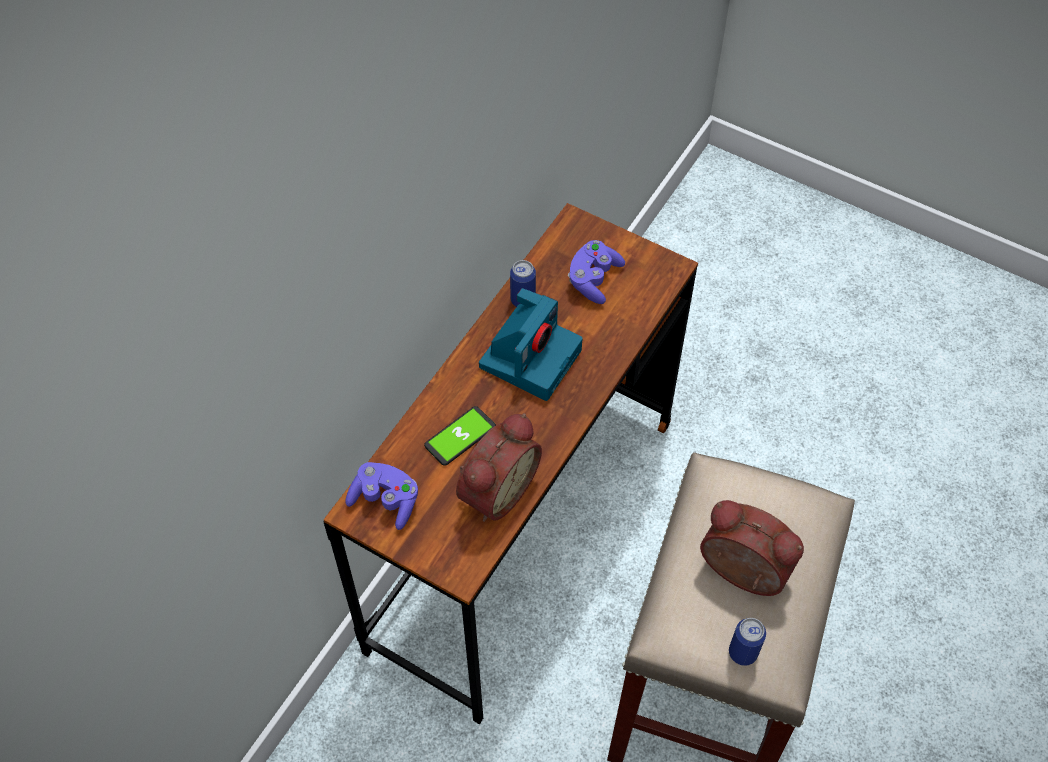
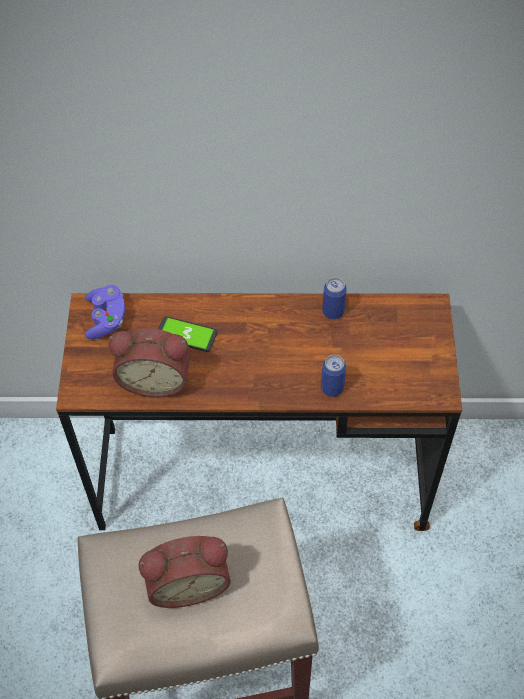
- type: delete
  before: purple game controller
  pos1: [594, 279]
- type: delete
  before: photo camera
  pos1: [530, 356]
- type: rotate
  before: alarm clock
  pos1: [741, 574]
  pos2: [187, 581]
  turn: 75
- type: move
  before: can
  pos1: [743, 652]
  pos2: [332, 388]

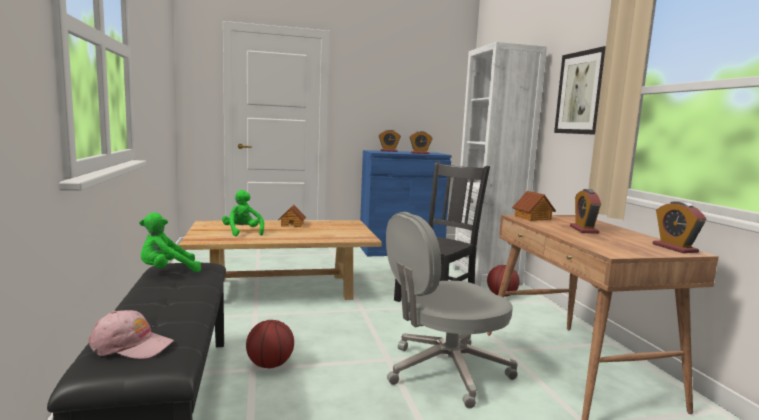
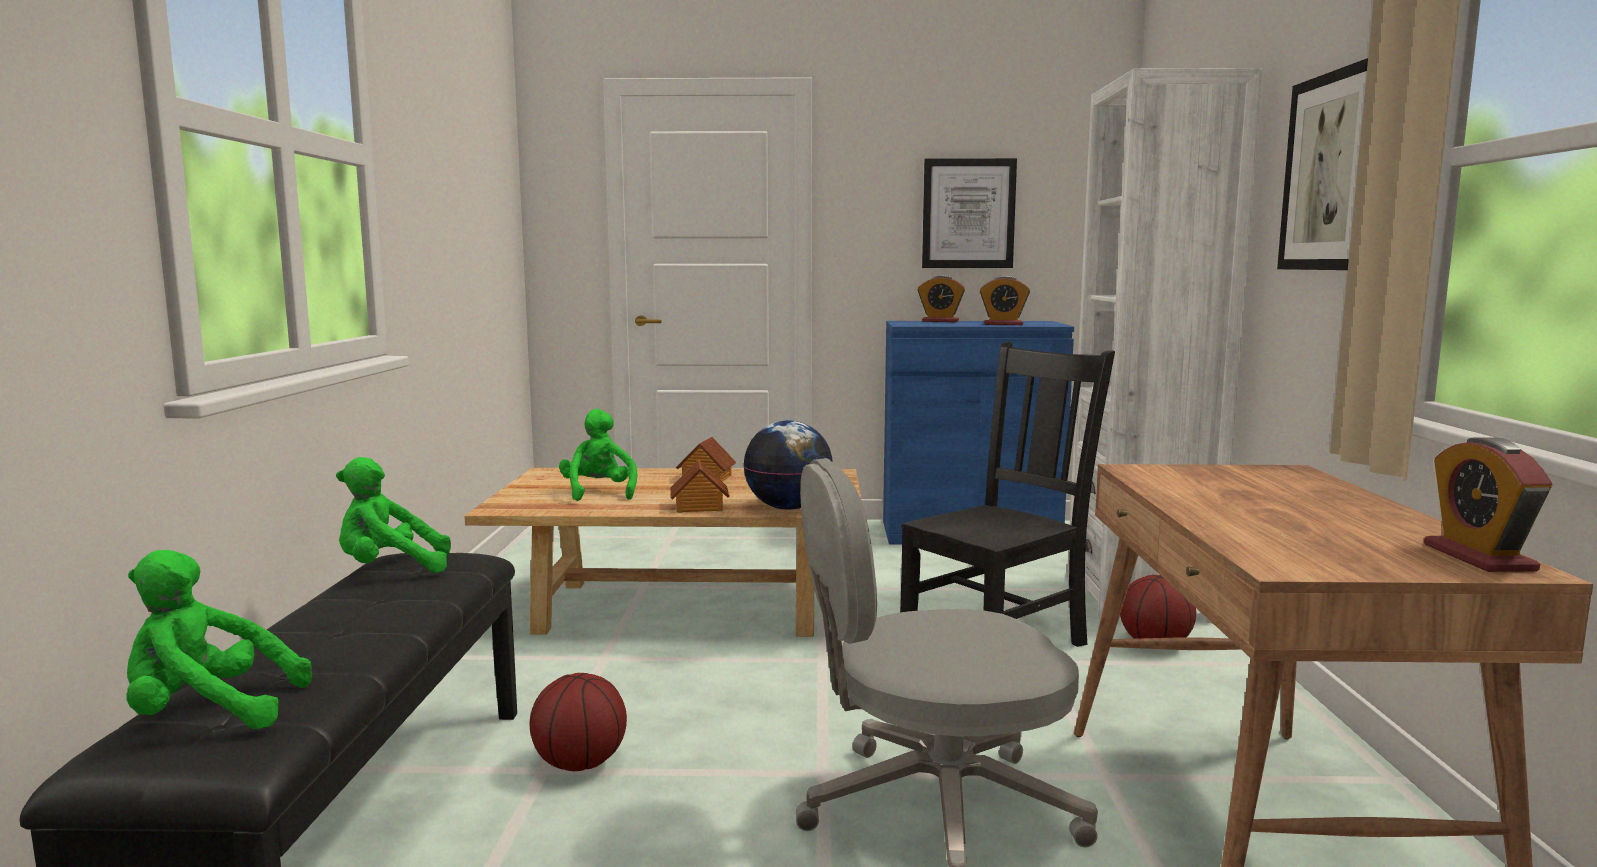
- type: delete
  before: alarm clock
  pos1: [583, 229]
- type: move
  before: toy house
  pos1: [533, 218]
  pos2: [699, 507]
- type: replace
  before: pink cap
  after: green plush toy
  pos1: [131, 345]
  pos2: [208, 714]
- type: insert
  after: picture
  pos2: [968, 213]
- type: insert
  after: globe
  pos2: [788, 508]

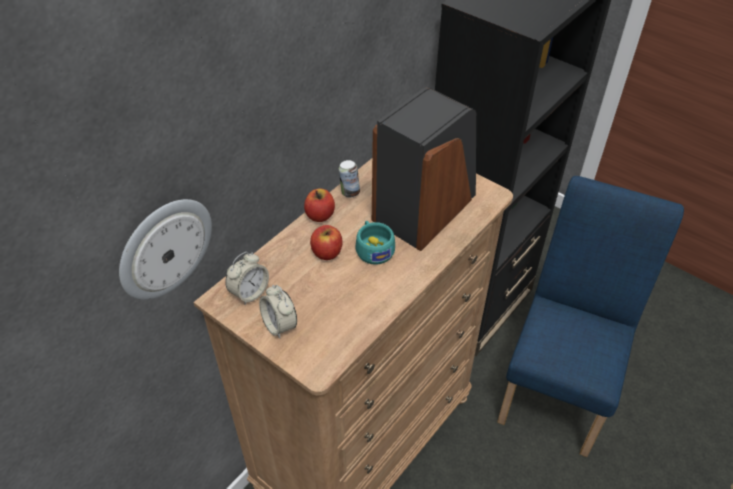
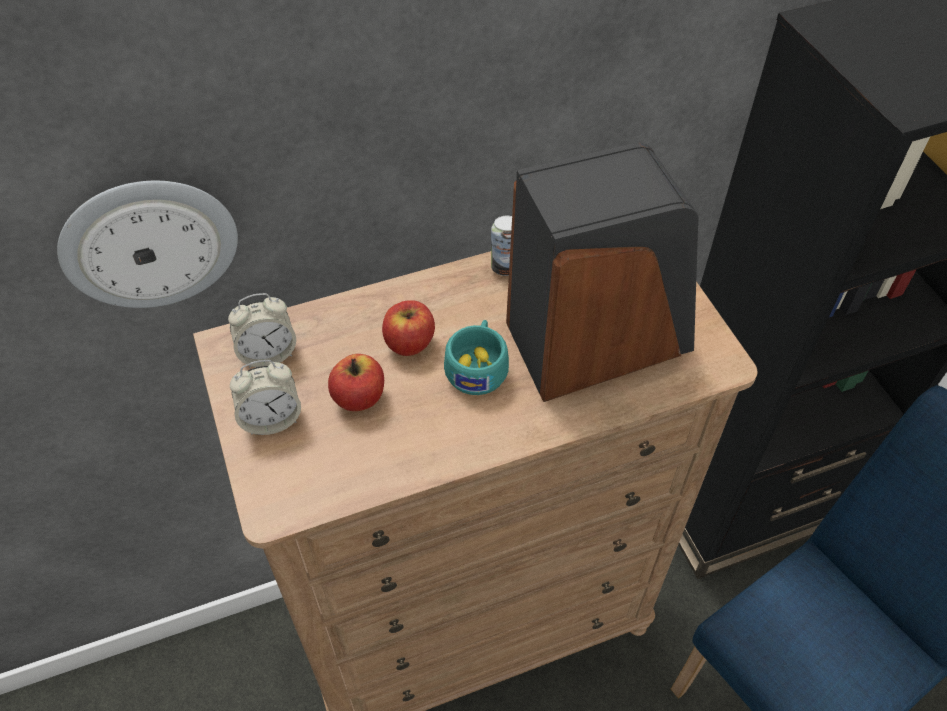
- type: move
  before: apple
  pos1: [320, 215]
  pos2: [359, 397]
- type: rotate
  before: alarm clock
  pos1: [280, 325]
  pos2: [271, 419]
  turn: -105

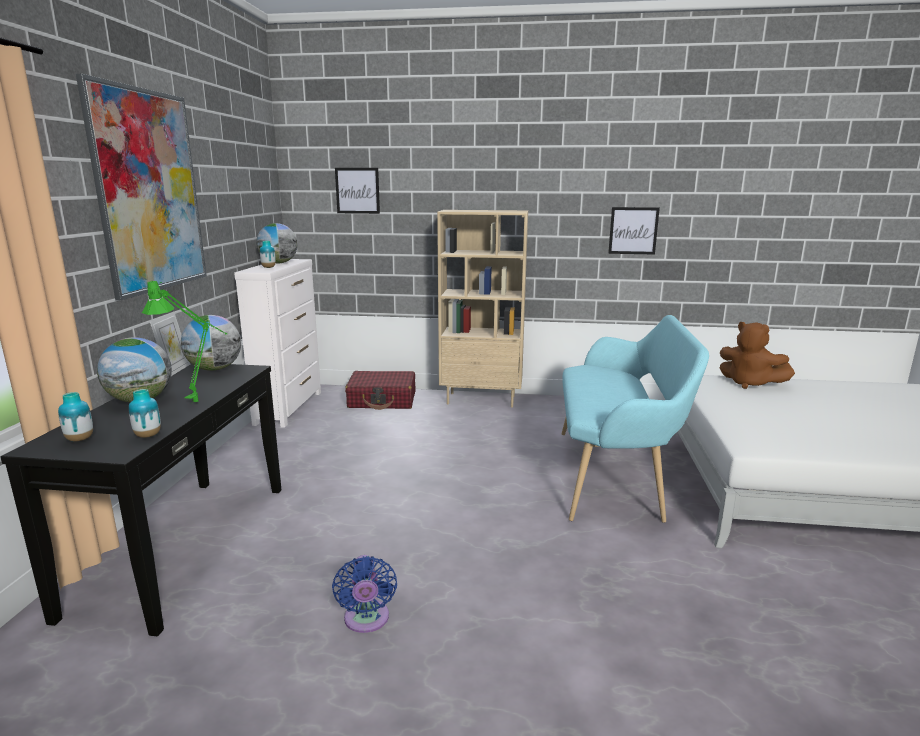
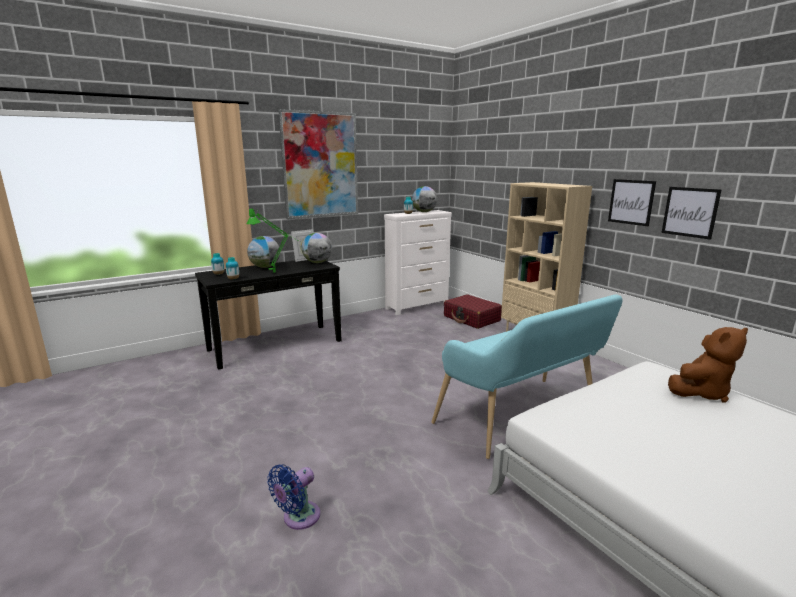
- type: move
  before: picture
  pos1: [357, 190]
  pos2: [631, 202]
- type: rotate
  before: brown plush toy
  pos1: [749, 383]
  pos2: [700, 392]
  turn: -120
- type: move
  before: blue fan
  pos1: [366, 620]
  pos2: [298, 518]

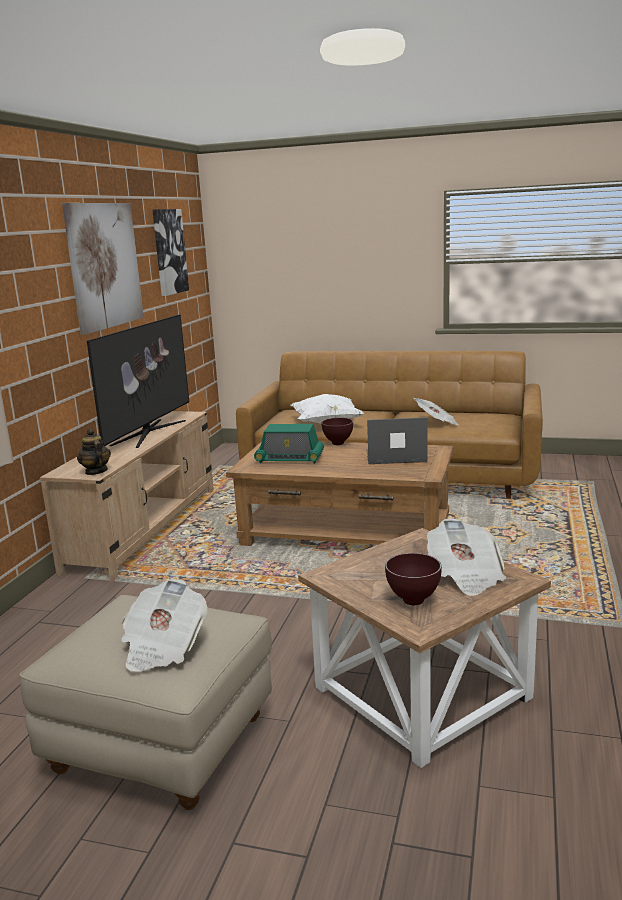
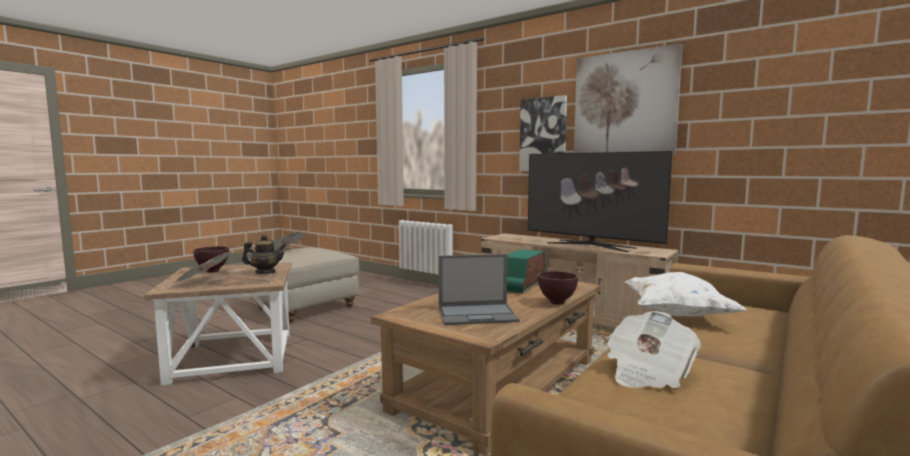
- type: move
  before: picture
  pos1: [169, 251]
  pos2: [543, 134]
- type: rotate
  before: laptop
  pos1: [395, 456]
  pos2: [478, 314]
  turn: 60
- type: move
  before: teapot
  pos1: [96, 471]
  pos2: [265, 272]

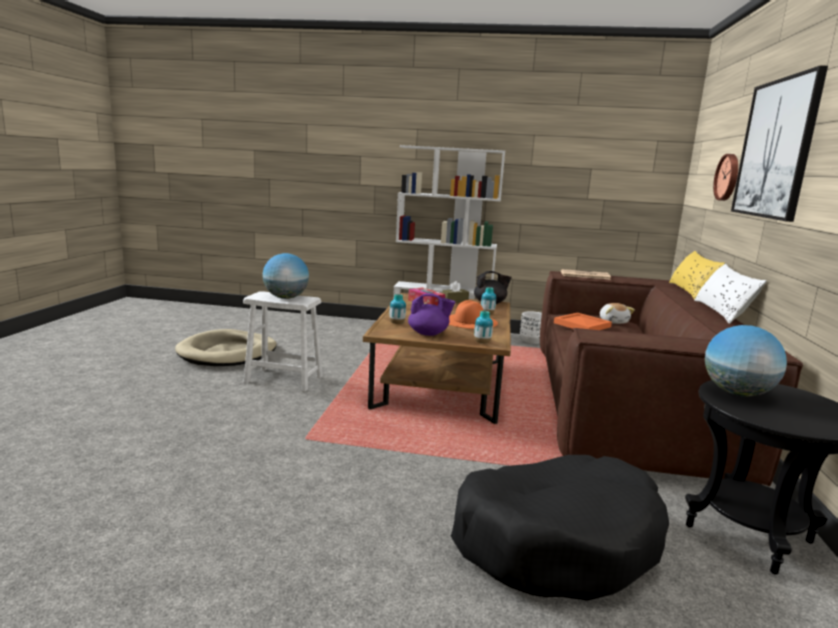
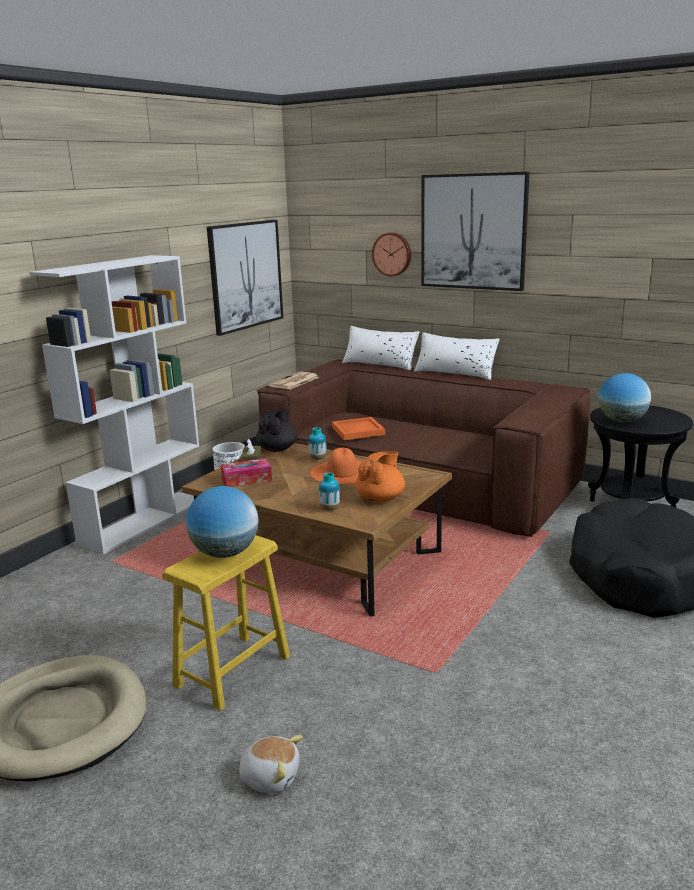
- type: recolor
  before: yellow pillow
  after: white pillow
  pos1: [691, 291]
  pos2: [380, 364]
- type: recolor
  before: white stool
  after: yellow stool
  pos1: [284, 379]
  pos2: [232, 671]
- type: recolor
  before: purple teapot
  after: orange teapot
  pos1: [429, 334]
  pos2: [380, 498]
- type: move
  before: plush toy
  pos1: [613, 322]
  pos2: [270, 776]
- type: delete
  before: vase
  pos1: [482, 343]
- type: insert
  after: picture
  pos2: [245, 275]

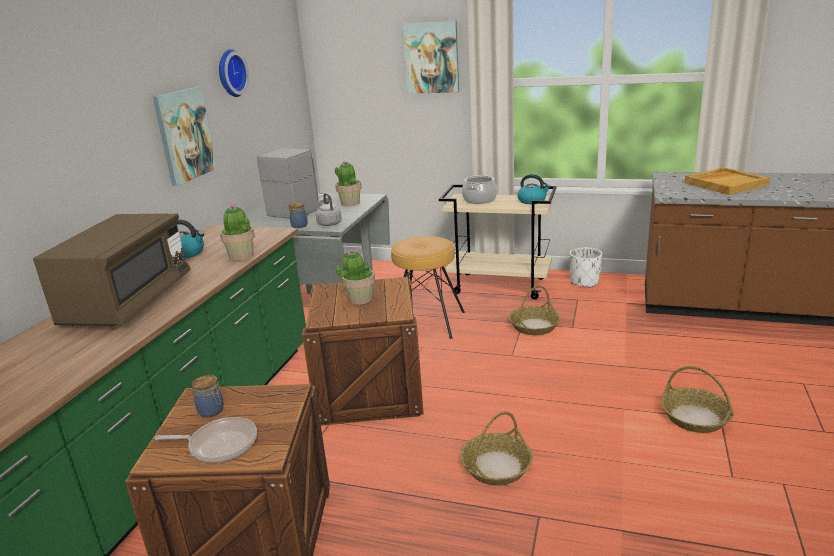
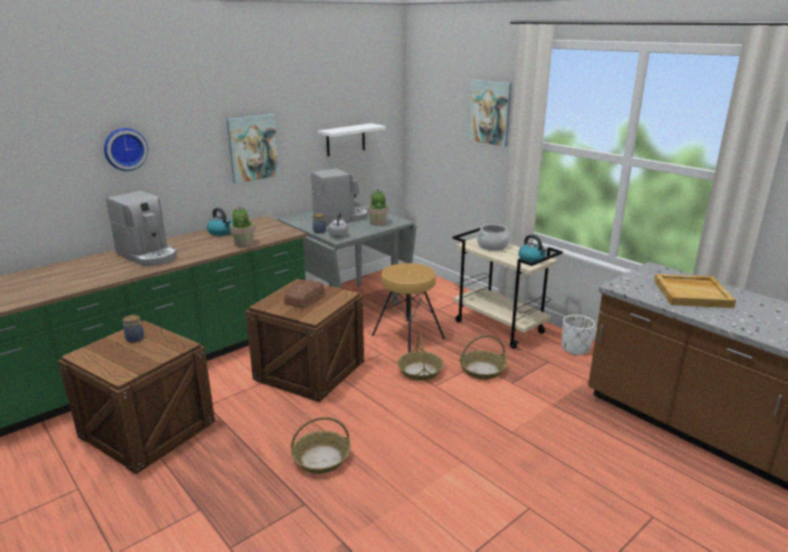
- type: move
  before: wall clock
  pos1: [230, 73]
  pos2: [125, 149]
- type: replace
  before: brown microwave
  after: coffee machine
  pos1: [129, 302]
  pos2: [148, 255]
- type: replace
  before: potted plant
  after: bread
  pos1: [360, 299]
  pos2: [306, 299]
- type: move
  before: basket
  pos1: [695, 418]
  pos2: [420, 371]
- type: delete
  before: frying pan
  pos1: [219, 444]
- type: insert
  after: white shelf
  pos2: [345, 139]

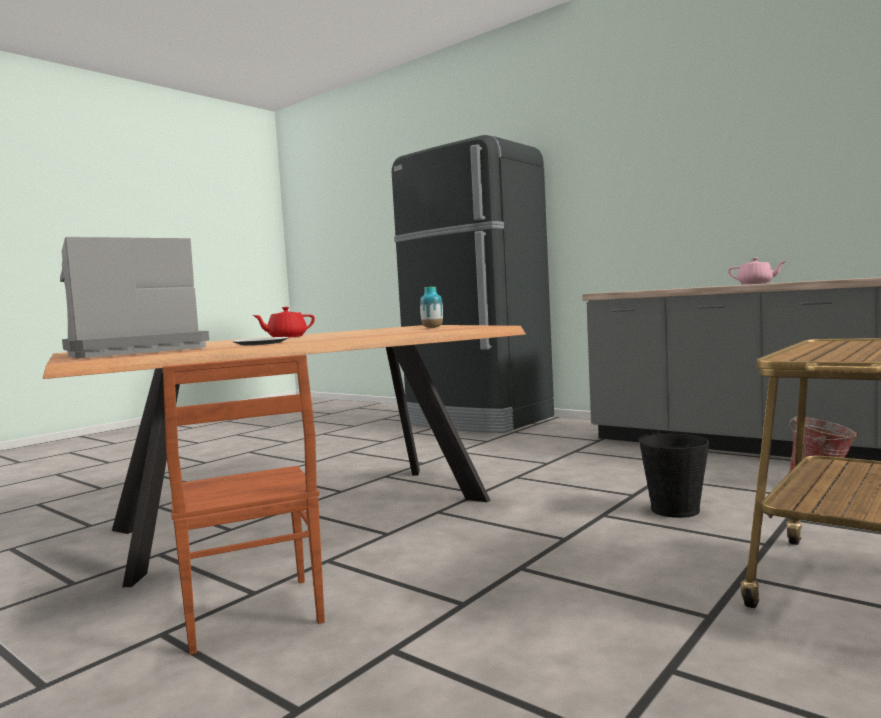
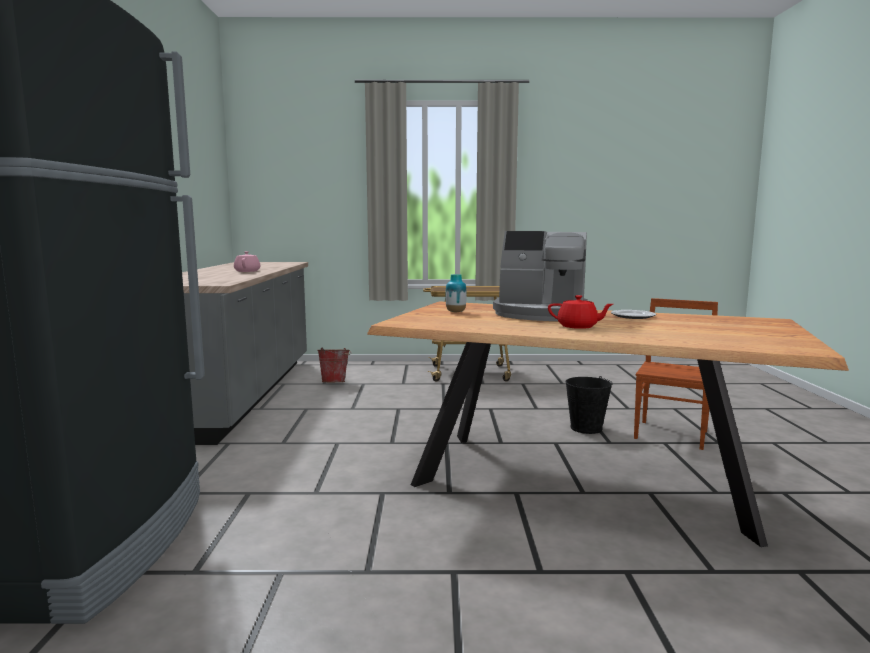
- type: move
  before: coffee machine
  pos1: [133, 352]
  pos2: [541, 314]
- type: move
  before: black bucket
  pos1: [675, 509]
  pos2: [586, 428]

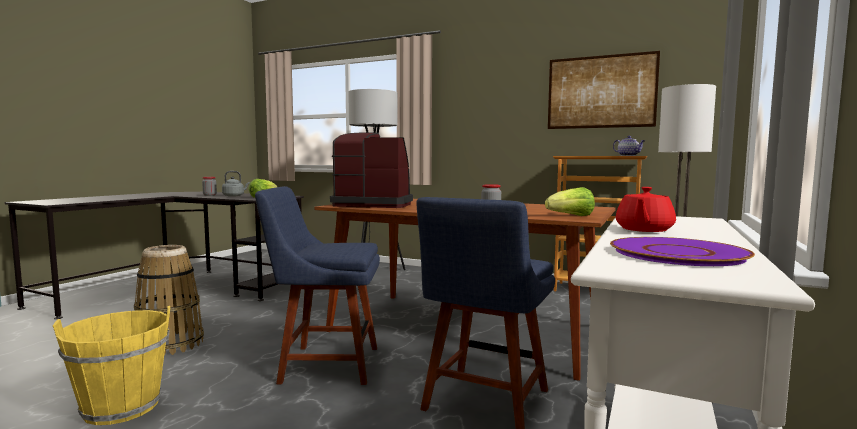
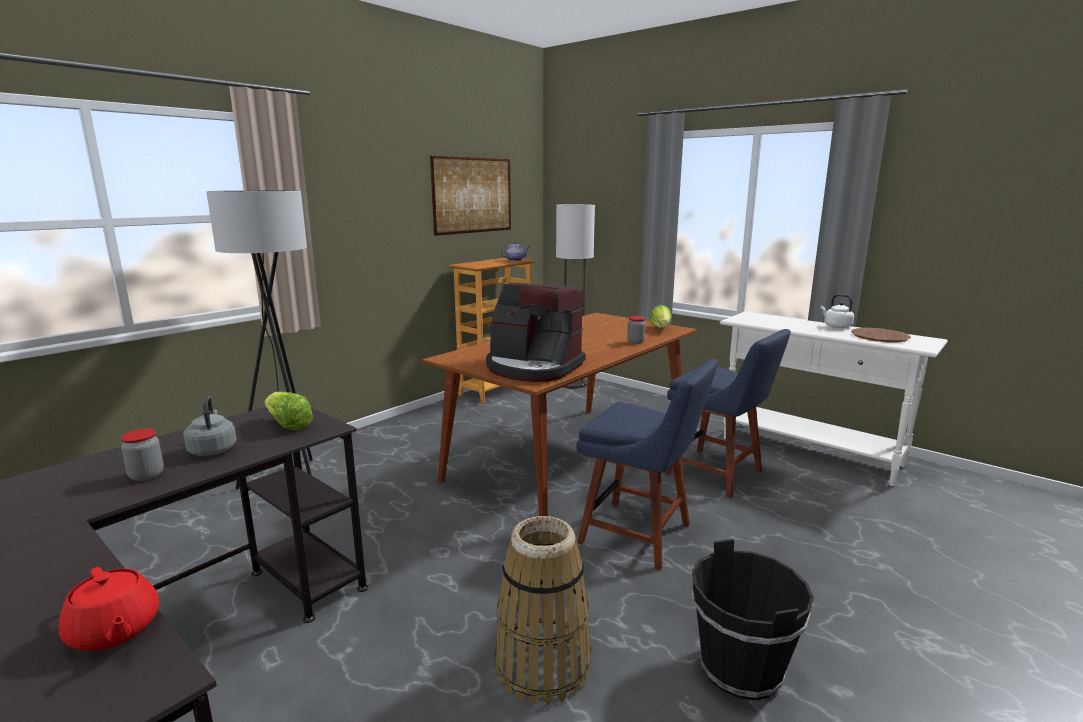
- type: rotate
  before: coffee machine
  pos1: [374, 204]
  pos2: [533, 368]
  turn: -90
- type: rotate
  before: blue chair
  pos1: [324, 364]
  pos2: [641, 535]
  turn: -75
- type: move
  before: red teapot
  pos1: [643, 230]
  pos2: [114, 631]
- type: recolor
  before: purple plate
  after: brown plate
  pos1: [676, 253]
  pos2: [880, 336]
- type: recolor
  before: yellow bucket
  after: black bucket
  pos1: [122, 407]
  pos2: [740, 669]
- type: insert
  after: white kettle
  pos2: [836, 326]

